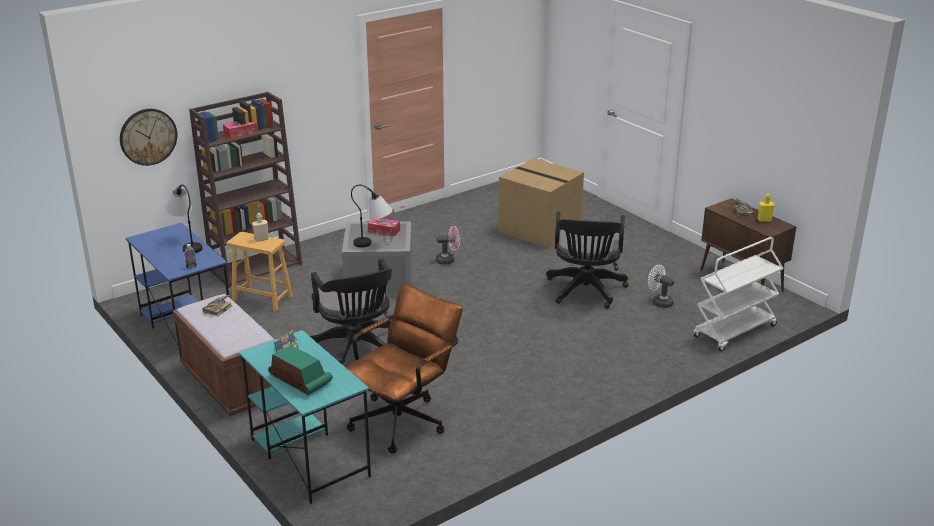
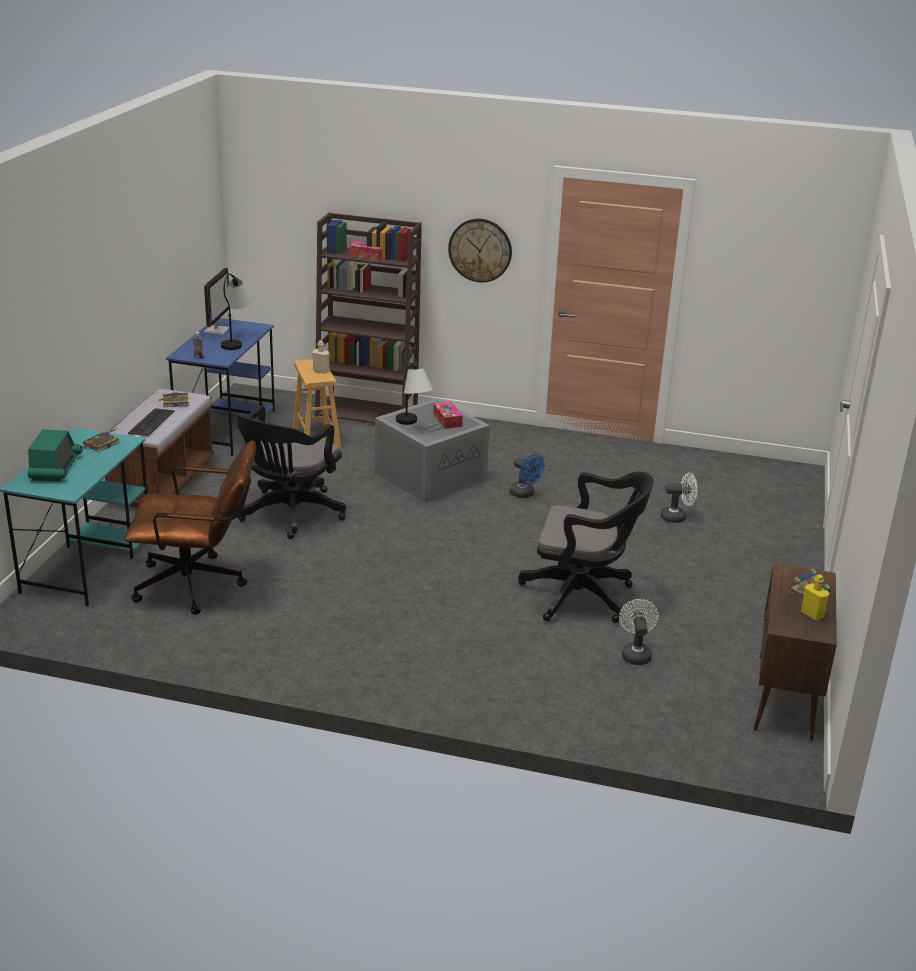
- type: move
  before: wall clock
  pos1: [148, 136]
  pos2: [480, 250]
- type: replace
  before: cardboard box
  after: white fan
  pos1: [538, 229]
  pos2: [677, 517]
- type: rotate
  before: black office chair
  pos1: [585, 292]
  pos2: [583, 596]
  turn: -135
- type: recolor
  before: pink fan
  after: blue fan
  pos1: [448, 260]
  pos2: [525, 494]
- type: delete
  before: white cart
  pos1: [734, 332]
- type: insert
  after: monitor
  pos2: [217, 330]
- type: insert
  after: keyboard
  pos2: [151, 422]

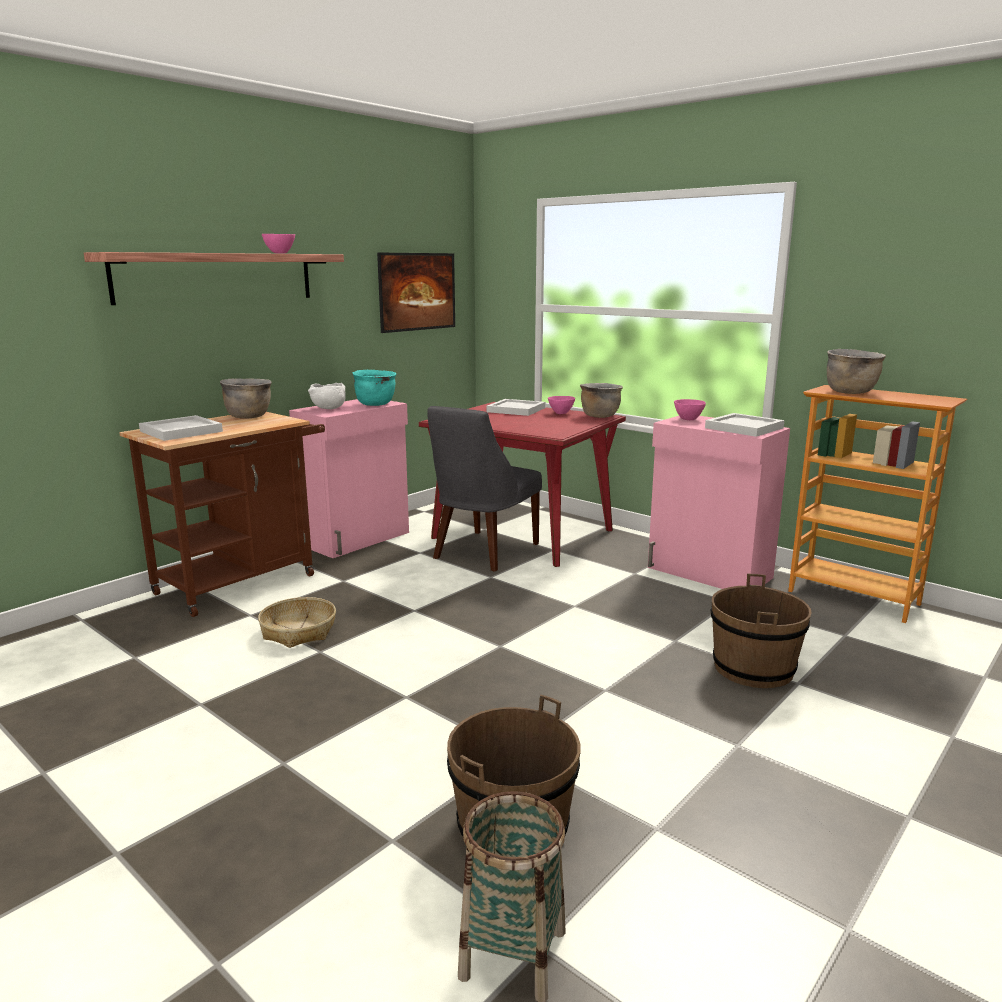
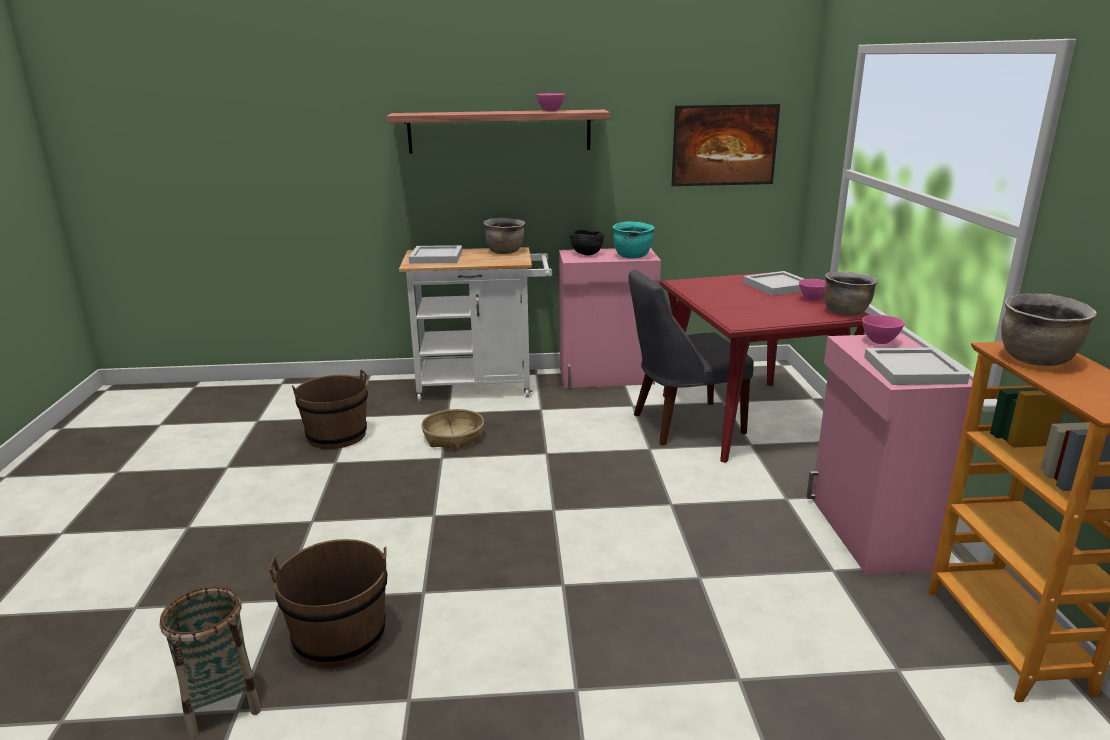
- type: recolor
  before: white bowl
  after: black bowl
  pos1: [328, 409]
  pos2: [586, 254]
- type: recolor
  before: brown cart
  after: white cart
  pos1: [244, 581]
  pos2: [483, 385]
- type: move
  before: brown bucket
  pos1: [753, 669]
  pos2: [337, 436]

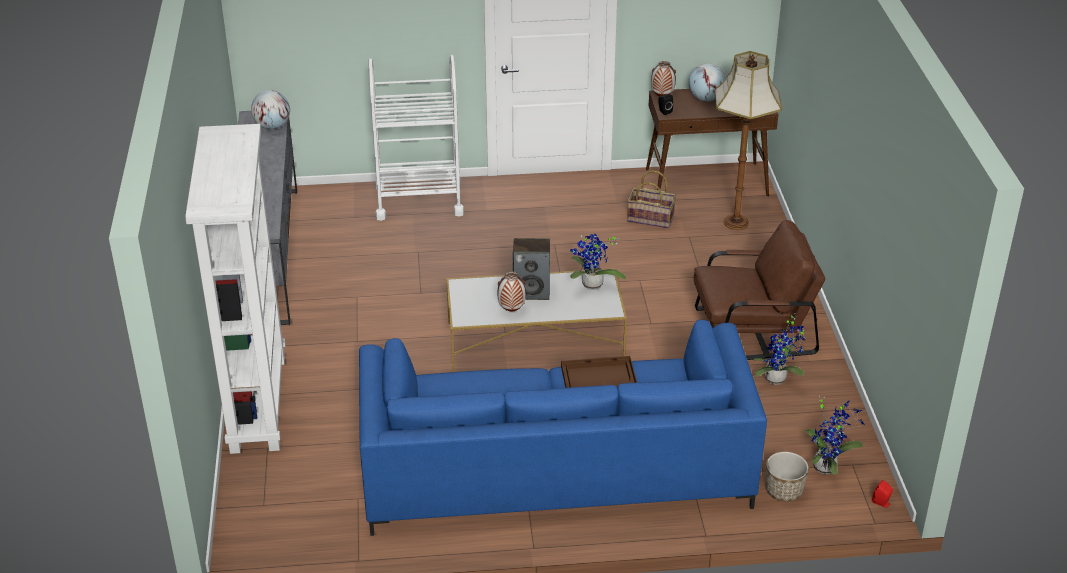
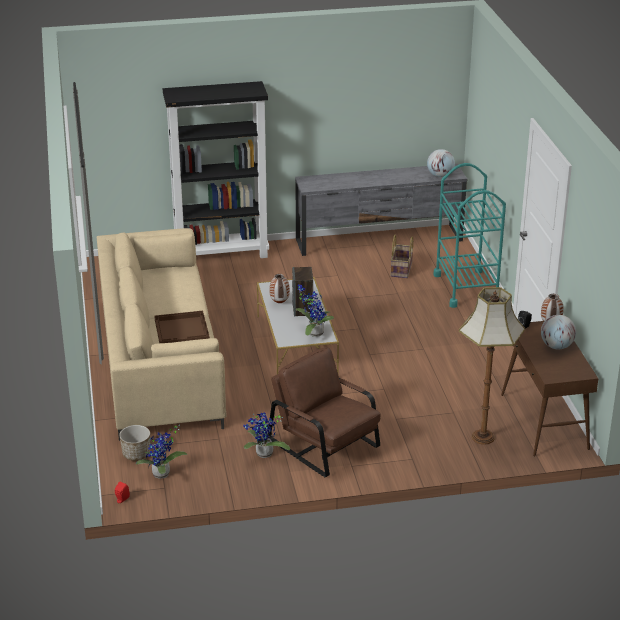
- type: recolor
  before: white cart
  after: turquoise cart
  pos1: [419, 200]
  pos2: [466, 288]
- type: recolor
  before: white bookcase
  after: black bookcase
  pos1: [257, 403]
  pos2: [222, 254]
- type: move
  before: basket
  pos1: [651, 218]
  pos2: [402, 269]
- type: rotate
  before: brown armchair
  pos1: [752, 330]
  pos2: [325, 443]
  turn: 150
- type: recolor
  before: blue sofa
  after: beige sofa
  pos1: [555, 470]
  pos2: [160, 360]

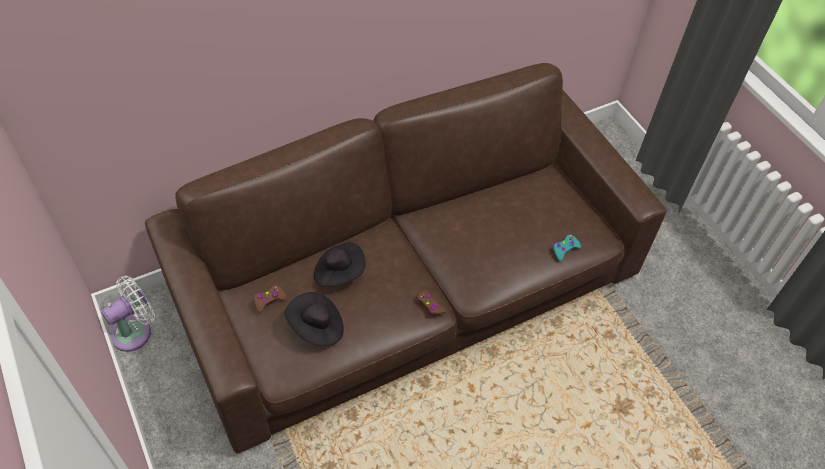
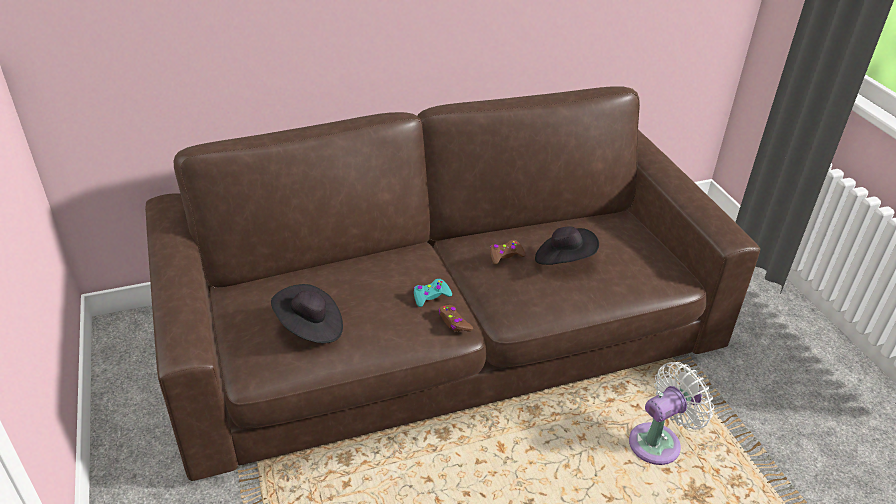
- type: move
  before: turquoise game controller
  pos1: [565, 249]
  pos2: [431, 296]
- type: move
  before: black hat
  pos1: [339, 273]
  pos2: [564, 260]
- type: move
  before: white fan
  pos1: [135, 331]
  pos2: [659, 441]
- type: move
  before: brown game controller
  pos1: [269, 300]
  pos2: [505, 255]

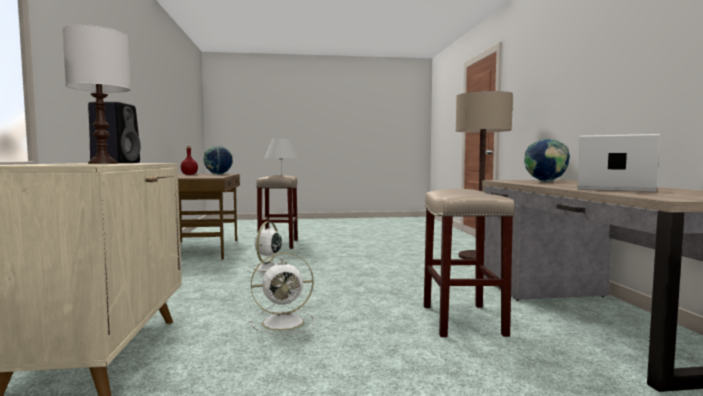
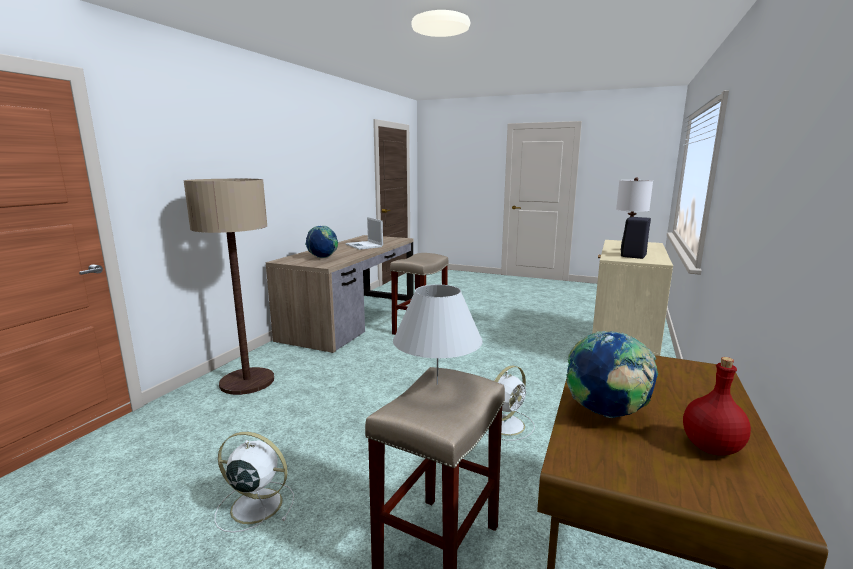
- type: move
  before: white fan
  pos1: [285, 322]
  pos2: [254, 505]

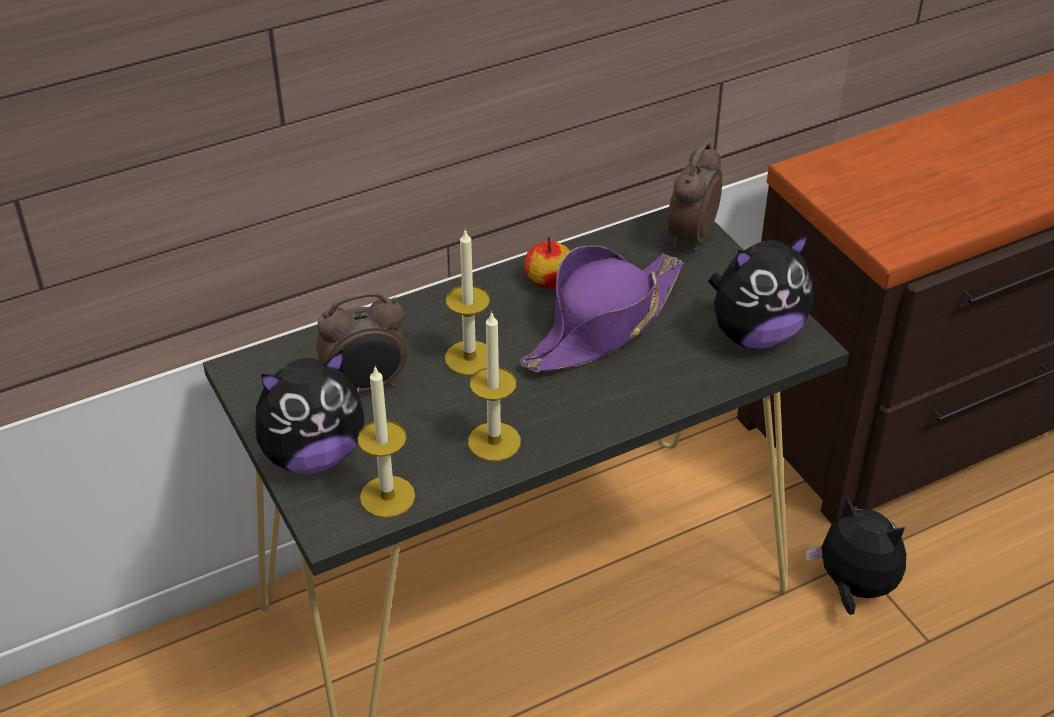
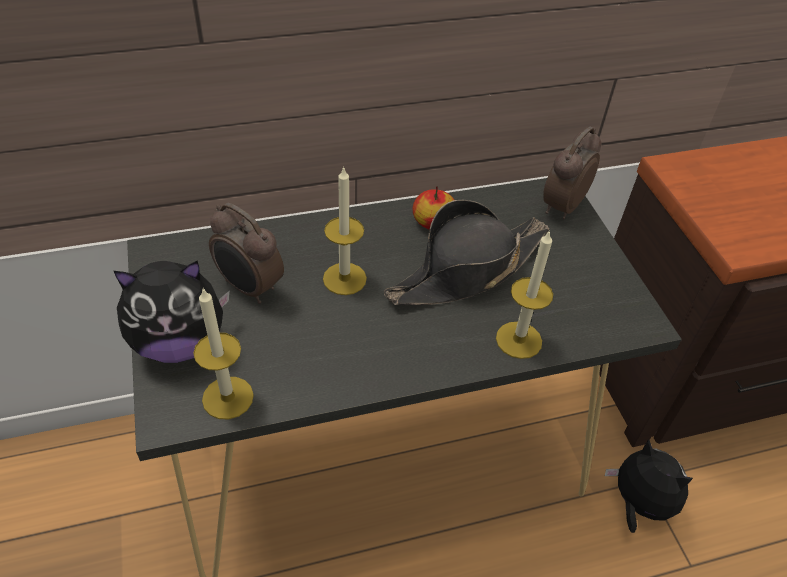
- type: delete
  before: plush toy
  pos1: [755, 334]
- type: recolor
  before: purple hat
  after: black hat
  pos1: [603, 325]
  pos2: [467, 270]
- type: rotate
  before: alarm clock
  pos1: [366, 387]
  pos2: [249, 288]
  turn: 45
- type: move
  before: candle
  pos1: [494, 442]
  pos2: [518, 340]

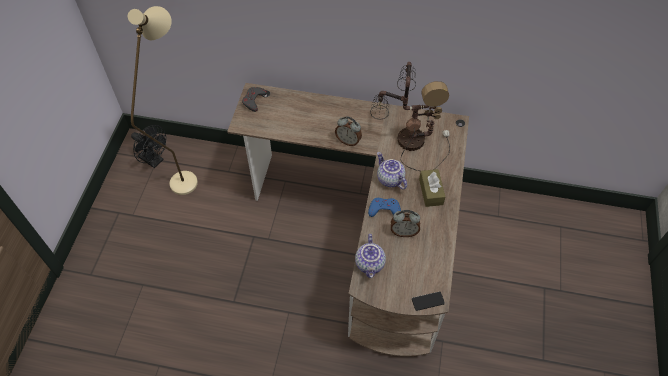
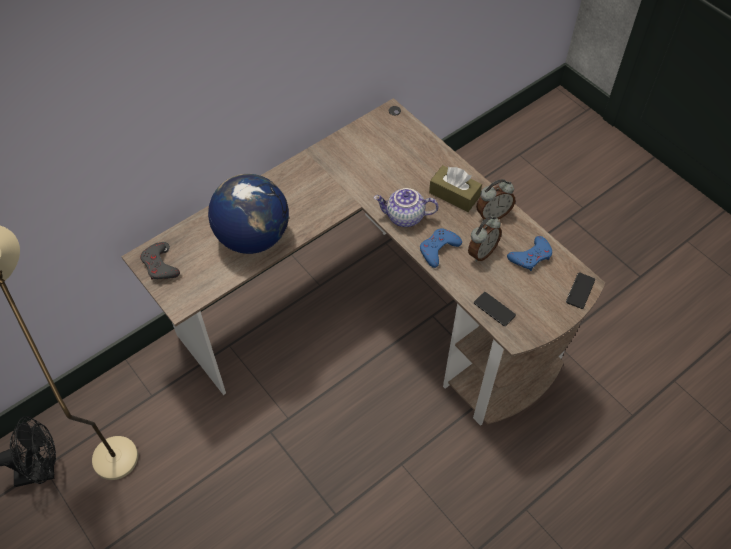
- type: delete
  before: table lamp
  pos1: [409, 139]
- type: move
  before: alarm clock
  pos1: [348, 141]
  pos2: [492, 214]
- type: replace
  before: teapot
  after: phone
  pos1: [370, 264]
  pos2: [494, 309]
- type: insert
  after: globe
  pos2: [253, 237]
- type: insert
  after: blue game controller
  pos2: [531, 256]

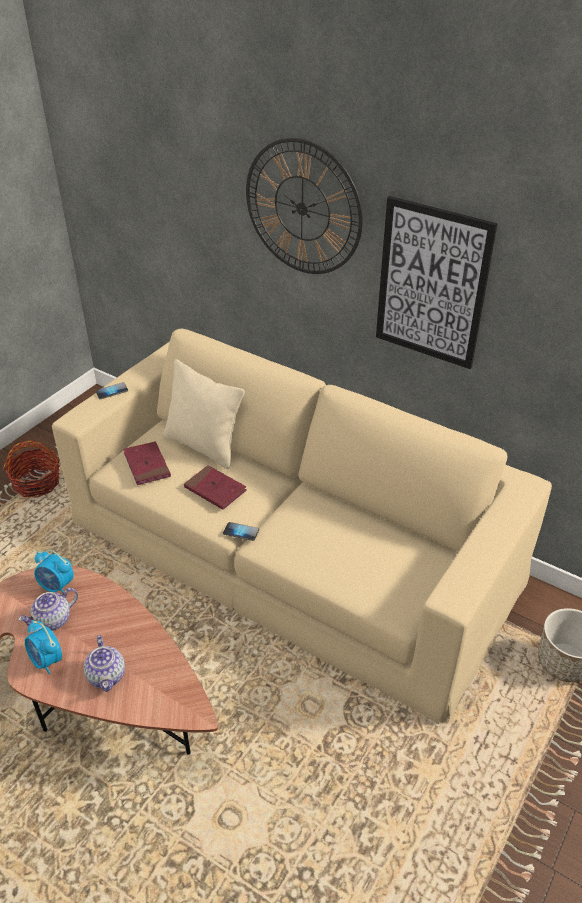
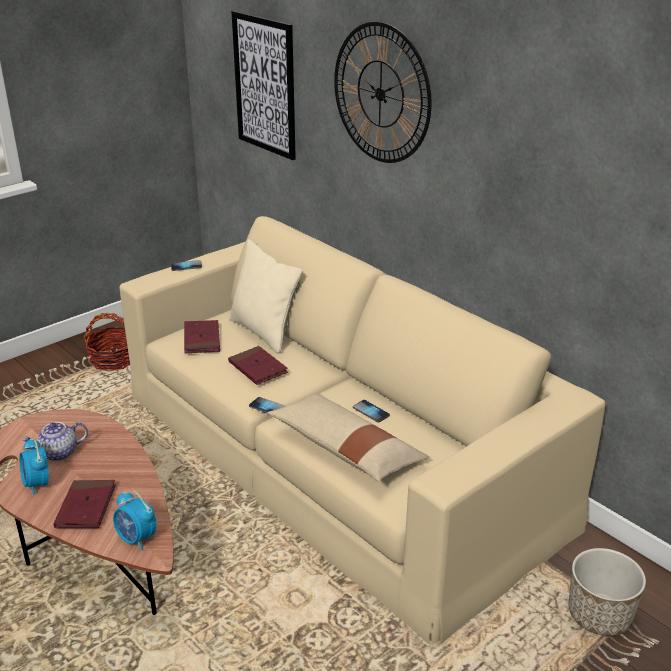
- type: move
  before: picture
  pos1: [432, 284]
  pos2: [265, 85]
- type: move
  before: alarm clock
  pos1: [57, 586]
  pos2: [137, 539]
- type: replace
  before: teapot
  after: red book
  pos1: [107, 676]
  pos2: [86, 507]
- type: insert
  after: beige pillow
  pos2: [346, 449]
- type: insert
  after: phone
  pos2: [371, 412]

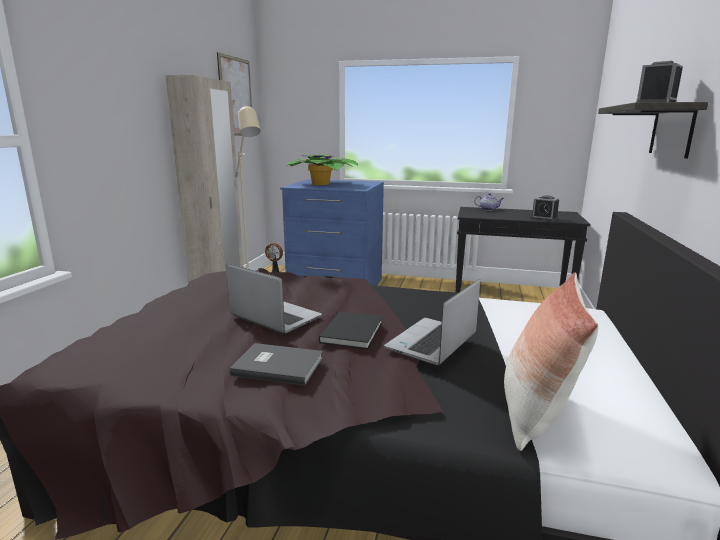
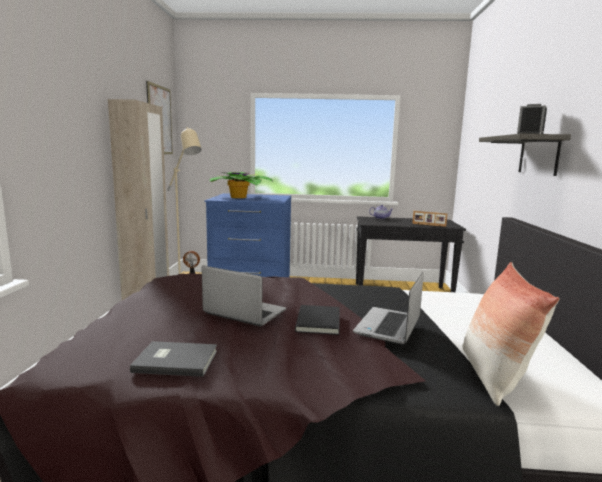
- type: replace
  before: alarm clock
  after: picture frame
  pos1: [544, 218]
  pos2: [428, 225]
- type: move
  before: grey book
  pos1: [277, 365]
  pos2: [175, 360]

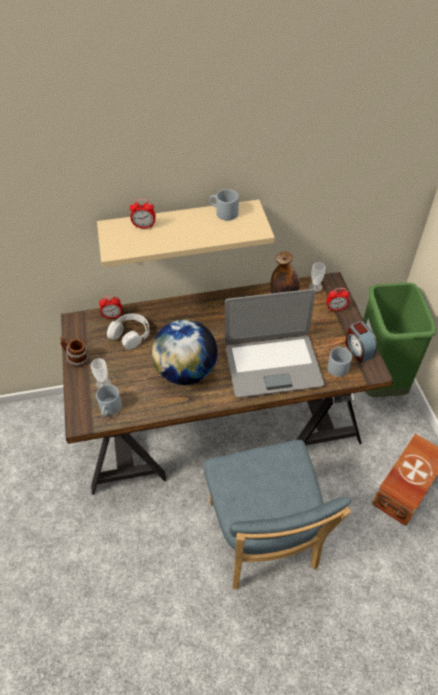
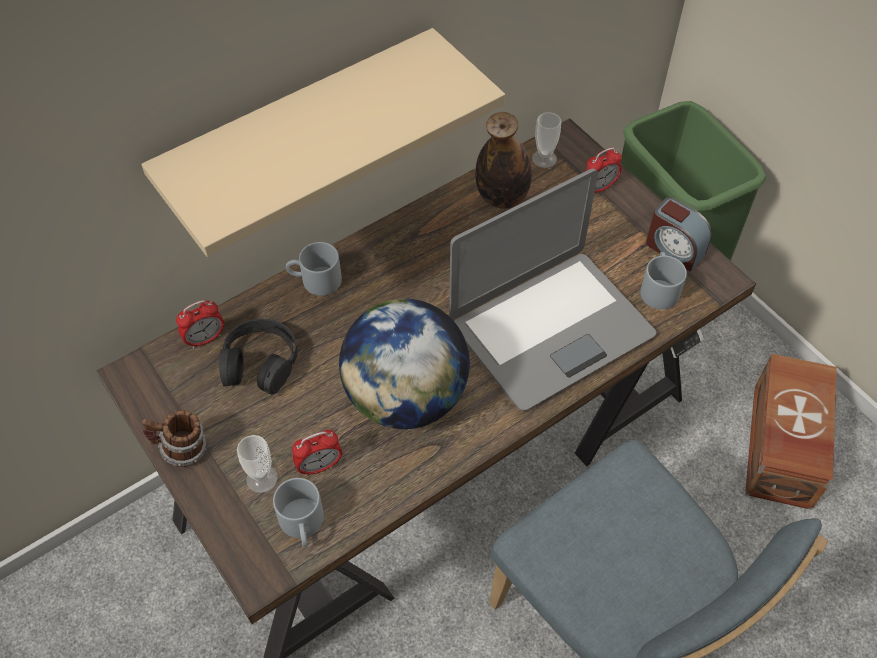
- type: move
  before: grey mug
  pos1: [223, 213]
  pos2: [315, 281]
- type: move
  before: alarm clock
  pos1: [144, 226]
  pos2: [319, 466]
- type: recolor
  before: white headphones
  after: black headphones
  pos1: [130, 334]
  pos2: [260, 362]

